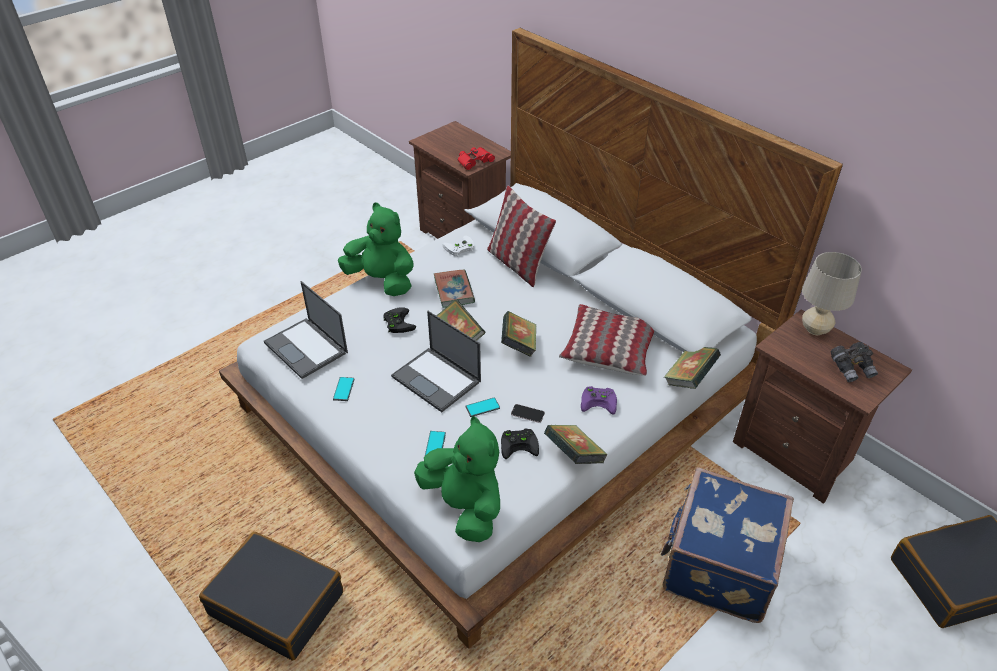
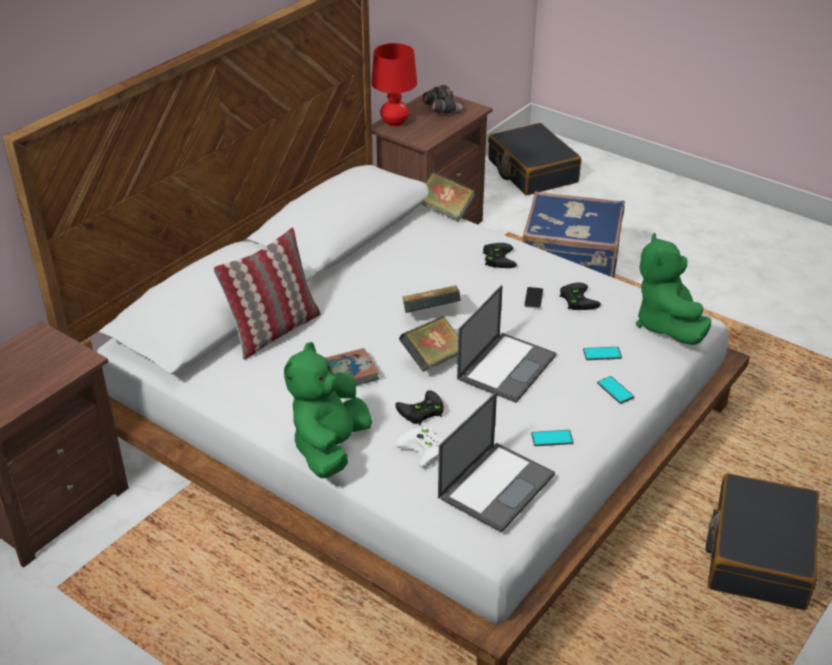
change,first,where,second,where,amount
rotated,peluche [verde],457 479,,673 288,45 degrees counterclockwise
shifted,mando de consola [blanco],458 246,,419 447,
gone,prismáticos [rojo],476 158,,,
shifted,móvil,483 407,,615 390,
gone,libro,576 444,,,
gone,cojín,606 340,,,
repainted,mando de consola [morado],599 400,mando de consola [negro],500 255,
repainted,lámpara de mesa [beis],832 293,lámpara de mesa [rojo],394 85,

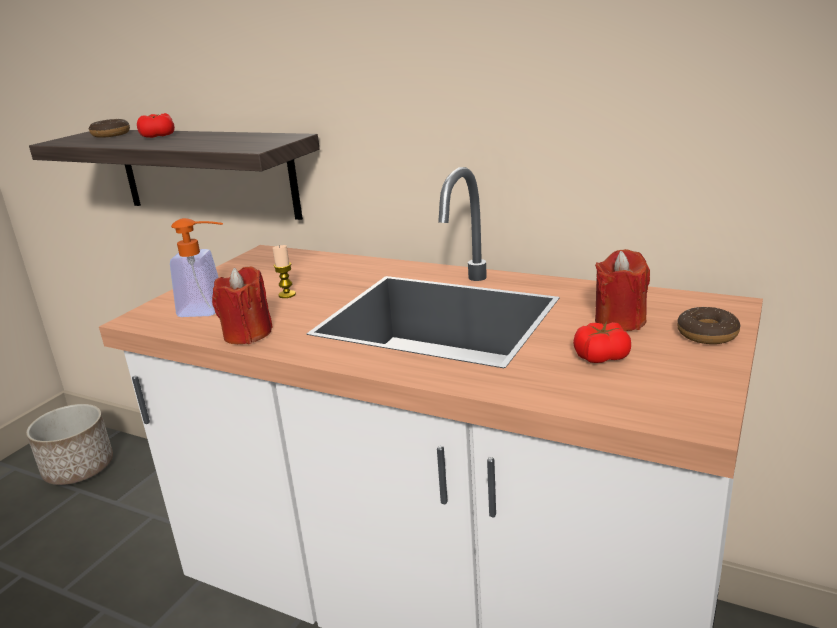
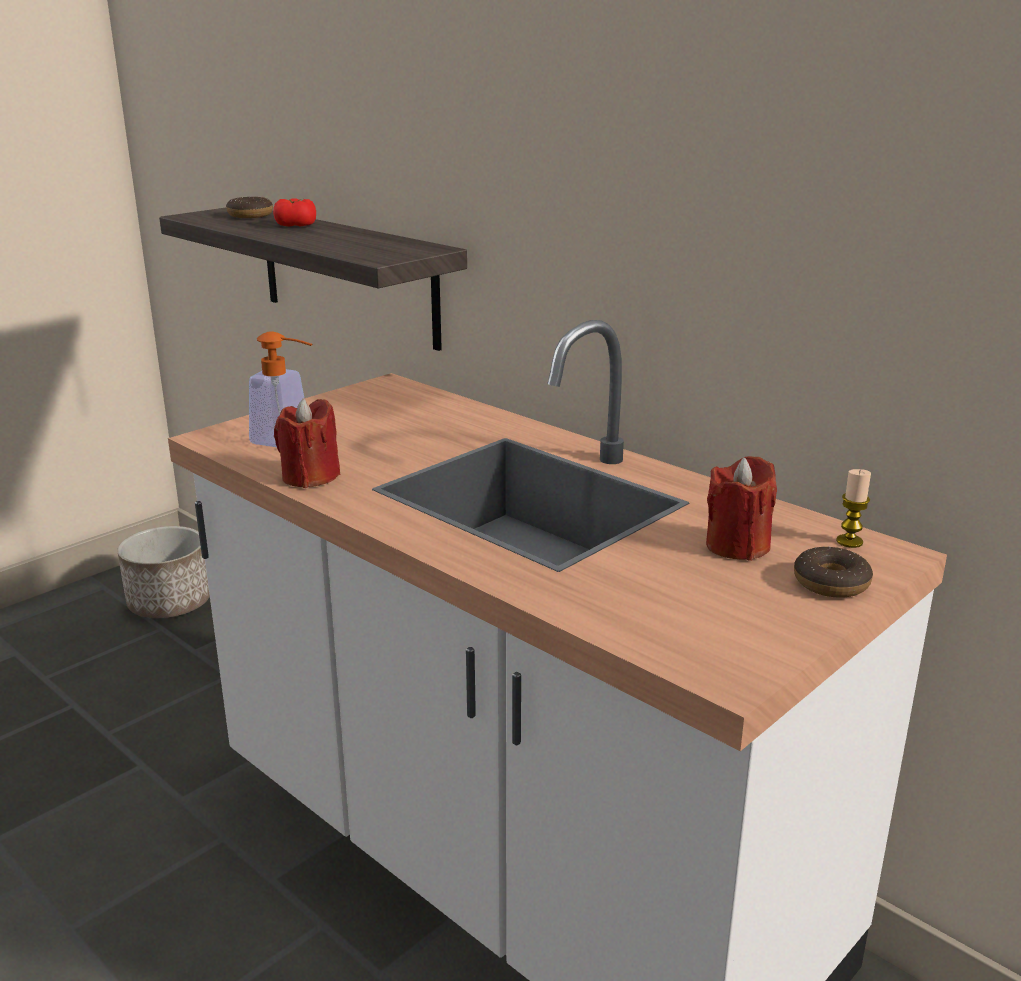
change,first,where,second,where,amount
shifted,vela,284 271,,853 508,
gone,tomate,602 342,,,

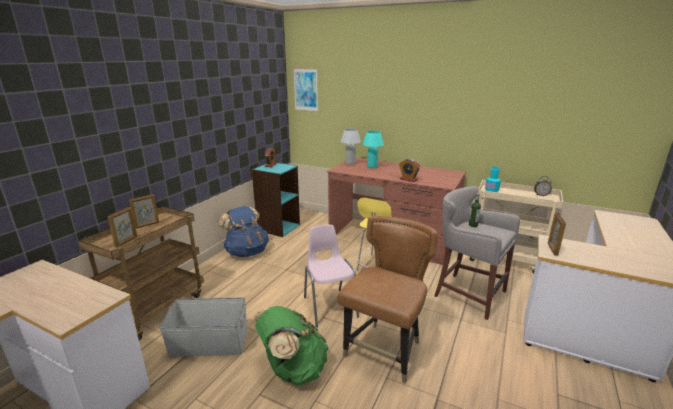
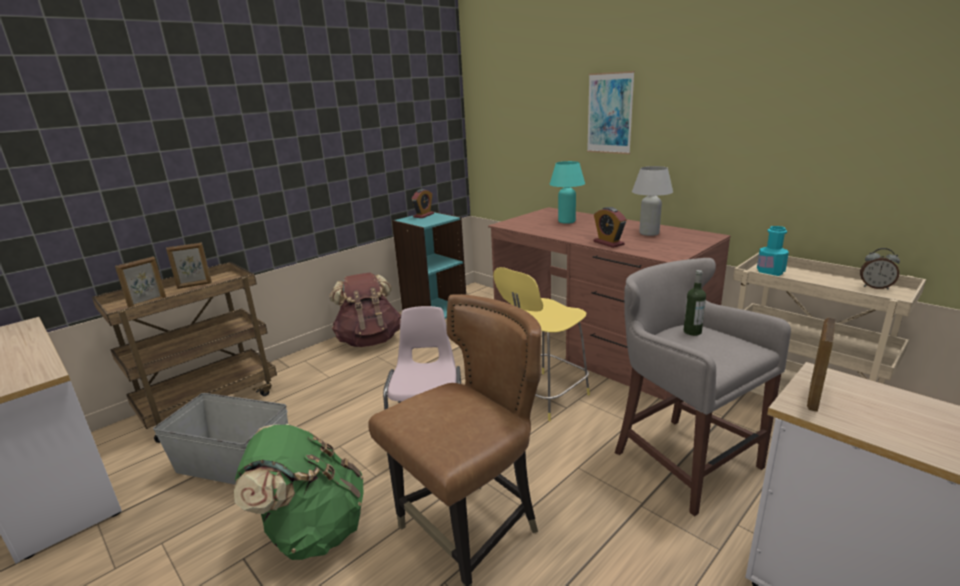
change,first,where,second,where,amount
repainted,mochila [azul],243 231,mochila [marrón],365 310,
shifted,cuadro,305 90,,611 112,
shifted,lámpara de mesa [blanco],350 146,,652 201,

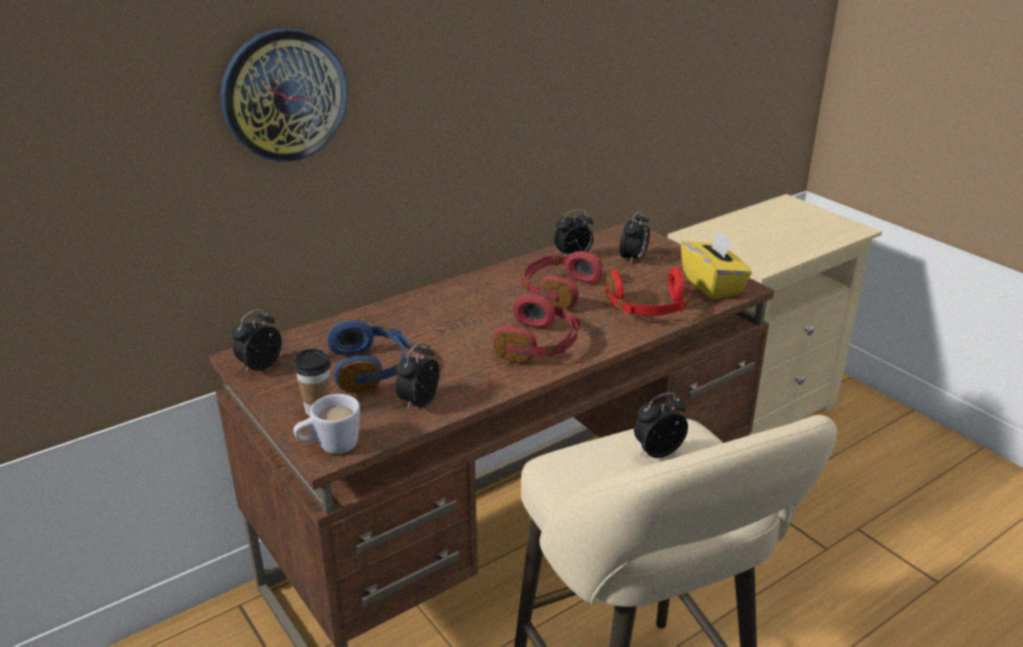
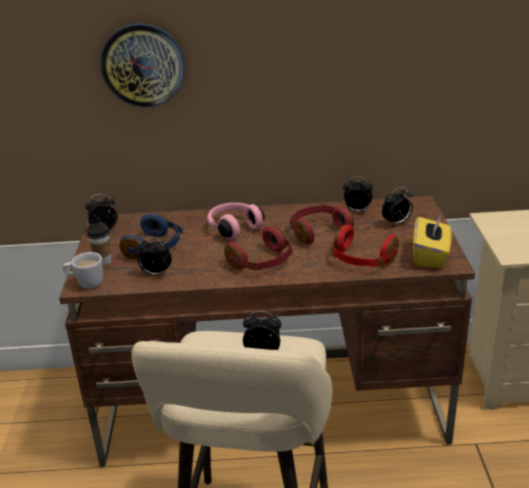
change,first,where,second,where,amount
rotated,despertador,417 376,,154 256,135 degrees counterclockwise
new,,,auriculares [rosa],236 221,

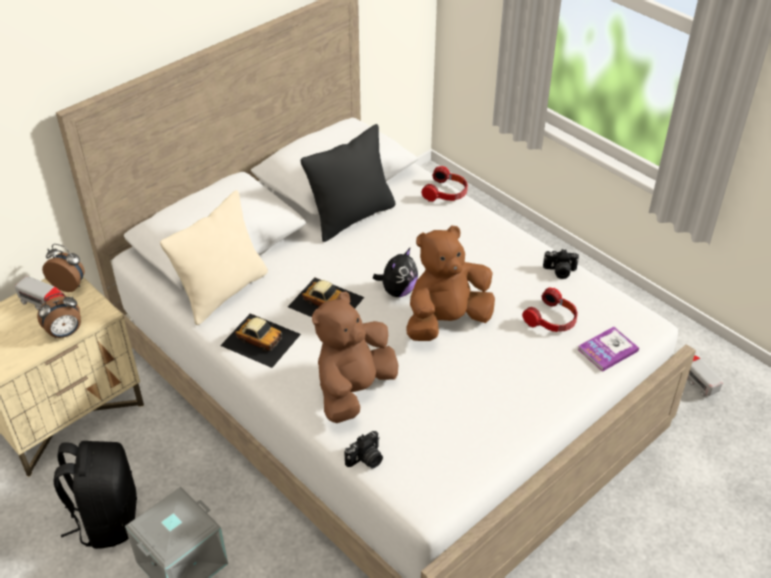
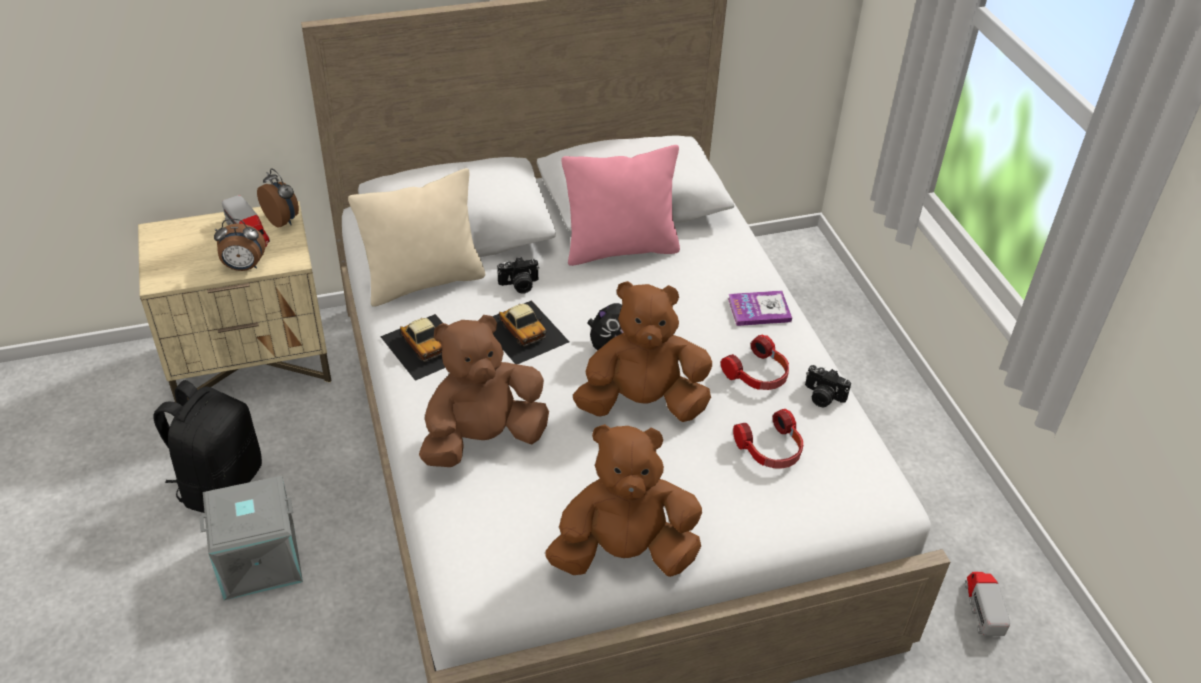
change,first,where,second,where,amount
repainted,cojín [negro],348 183,cojín [rosa],620 205,
shifted,cámara,363 449,,518 275,
shifted,auriculares,444 184,,755 362,
shifted,libro,608 349,,760 308,
new,,,peluche [marrón],623 500,

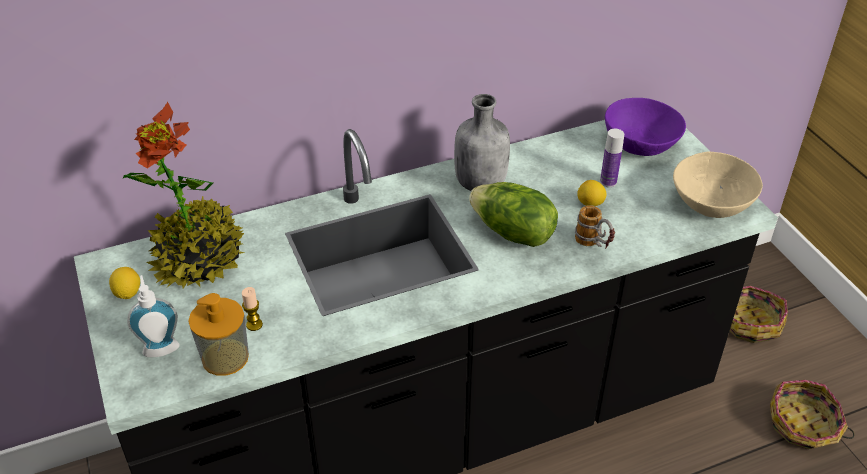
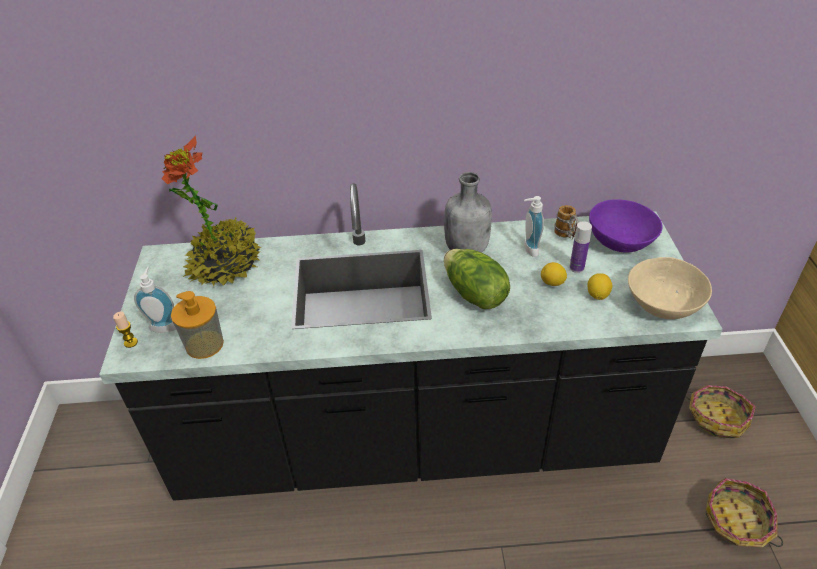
change,first,where,second,where,amount
shifted,limón,124 283,,599 286,
shifted,vela,252 309,,125 330,
shifted,taza grande,595 227,,566 222,
new,,,dispensador de jabón,534 226,

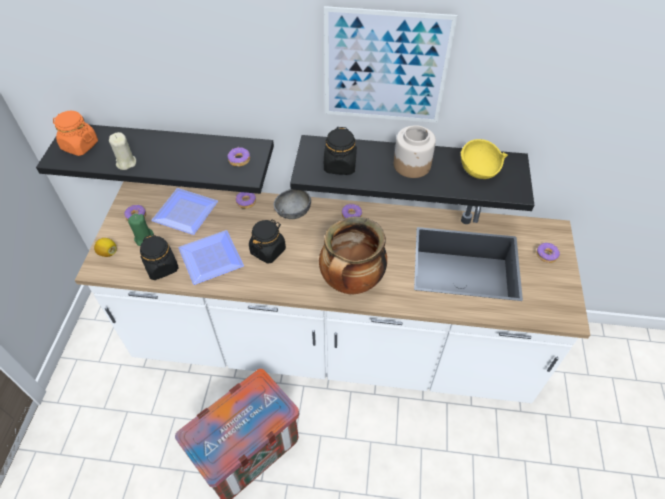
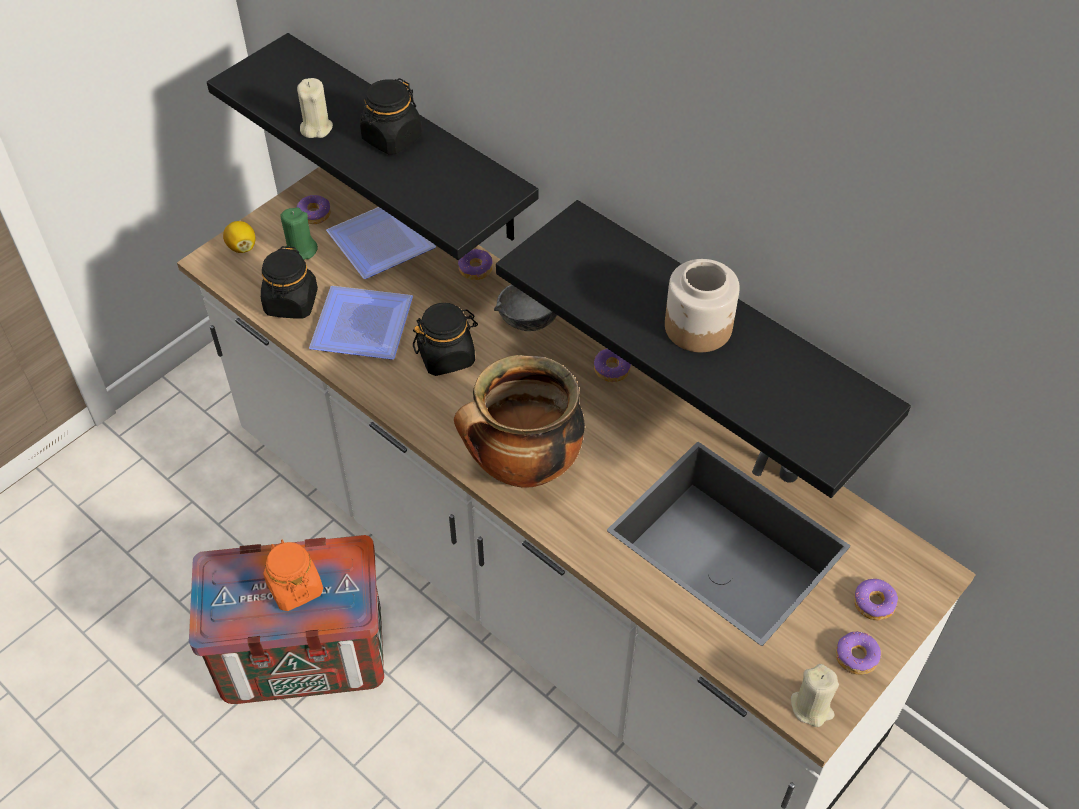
change,first,where,second,where,amount
shifted,tarro [naranja],75 133,,293 575,
shifted,rosquilla,238 157,,858 653,
gone,cuadro,391 64,,,
shifted,tarro [negro],340 151,,391 116,
gone,cuenco [amarillo],484 159,,,
new,,,vela [beis],815 695,

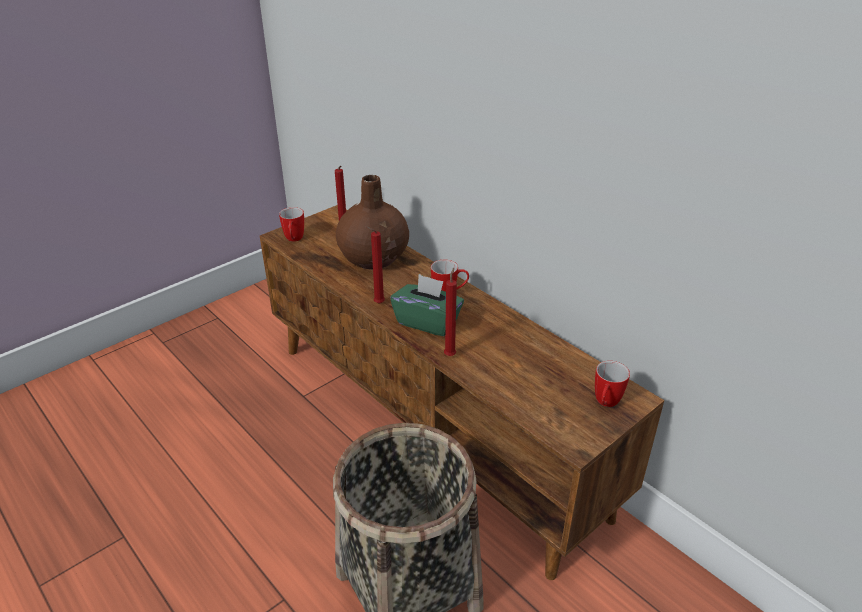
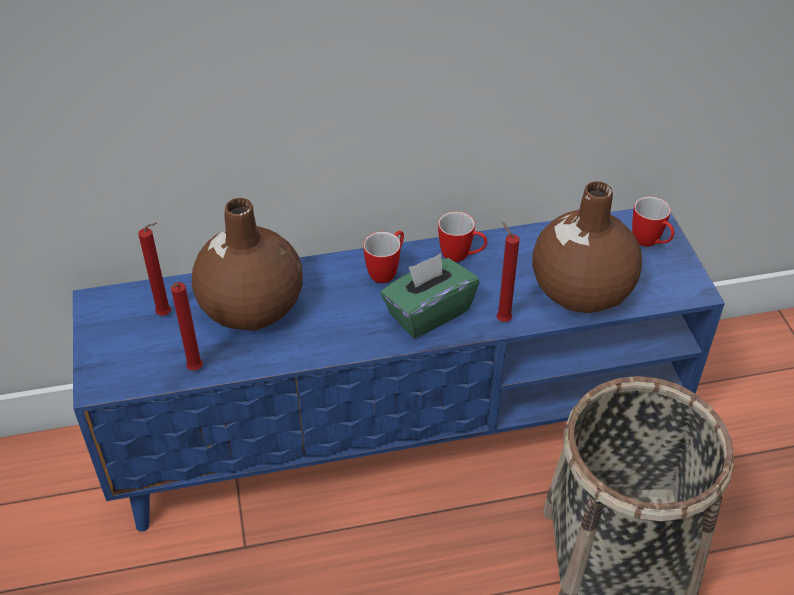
change,first,where,second,where,amount
repainted,mueble de televisión [marrón],462 392,mueble de televisión [azul],399 370,
shifted,taza grande,291 224,,462 236,
shifted,vela [rojo],375 265,,187 326,
new,,,florero [marrón],587 247,

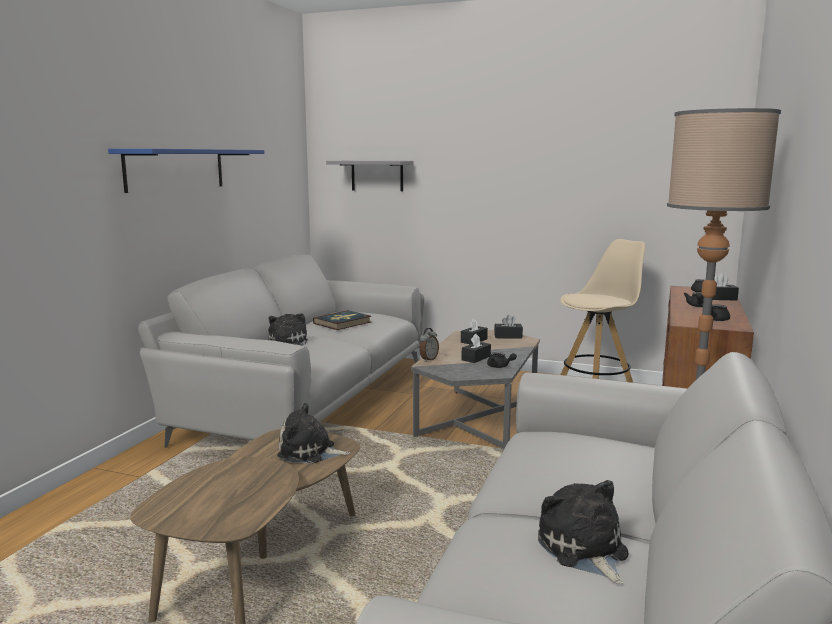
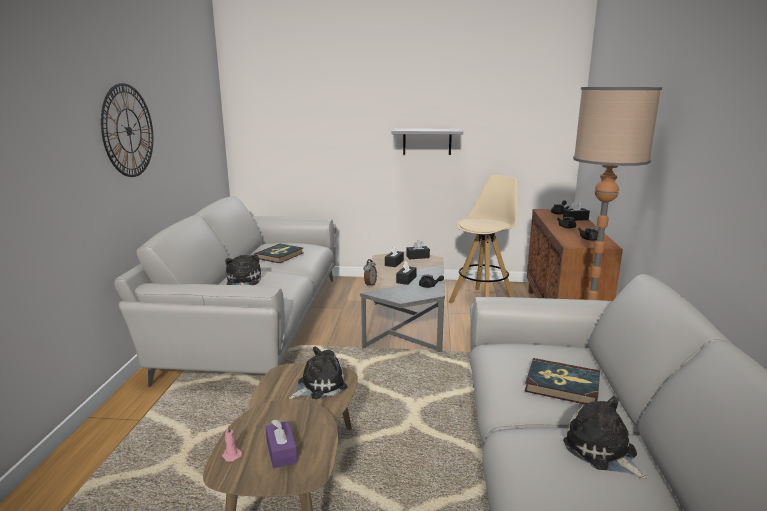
change,first,where,second,where,amount
swapped,estante [azul],186 171,reloj de pared,127 130,
rotated,peluche,313 433,,318 372,150 degrees clockwise
shifted,estante [gris],370 176,,427 141,
new,,,vela [rosa],232 443,
new,,,caja de pañuelos [morado],281 443,
new,,,libro,562 381,

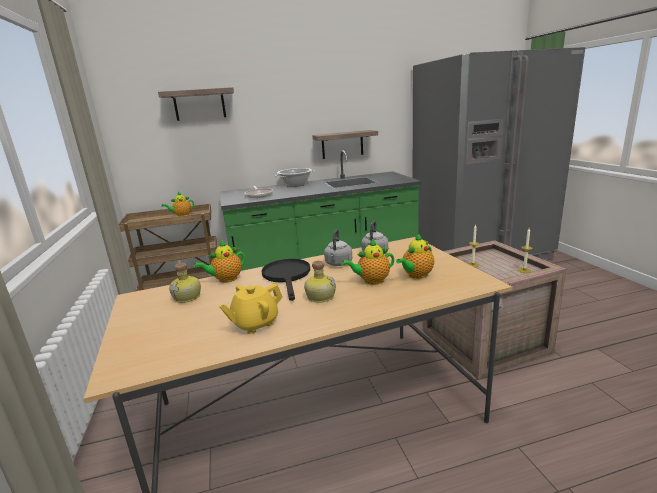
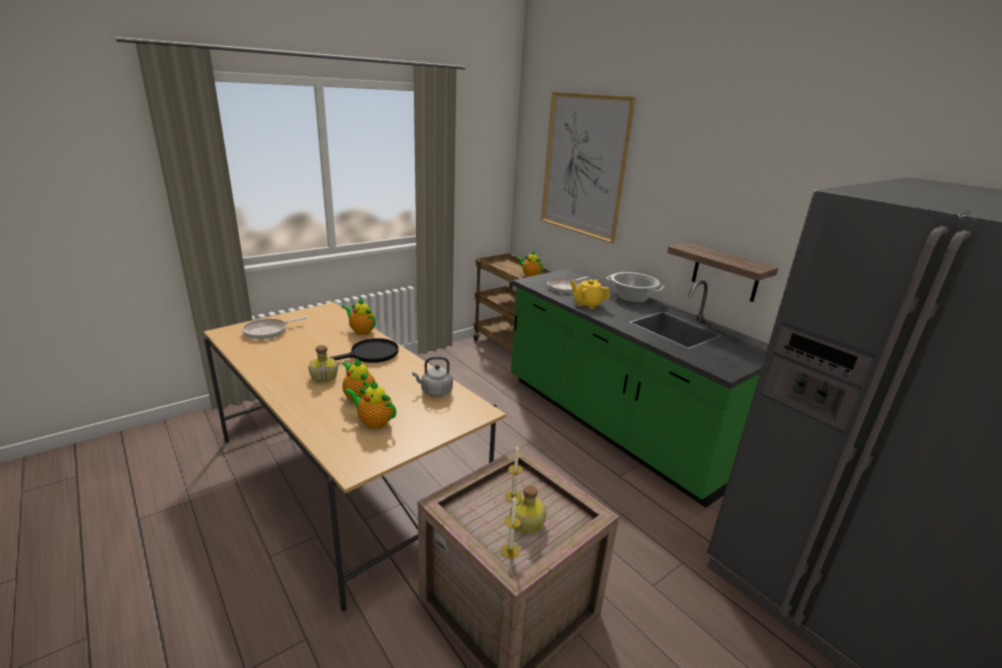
change,first,where,second,where,amount
swapped,estante,196 104,cuadro,588 167,
shifted,botella,185 283,,528 509,
shifted,tetera [amarillo],250 308,,590 294,
gone,hervidor [gris],338 247,,,
new,,,sartén,274 328,

